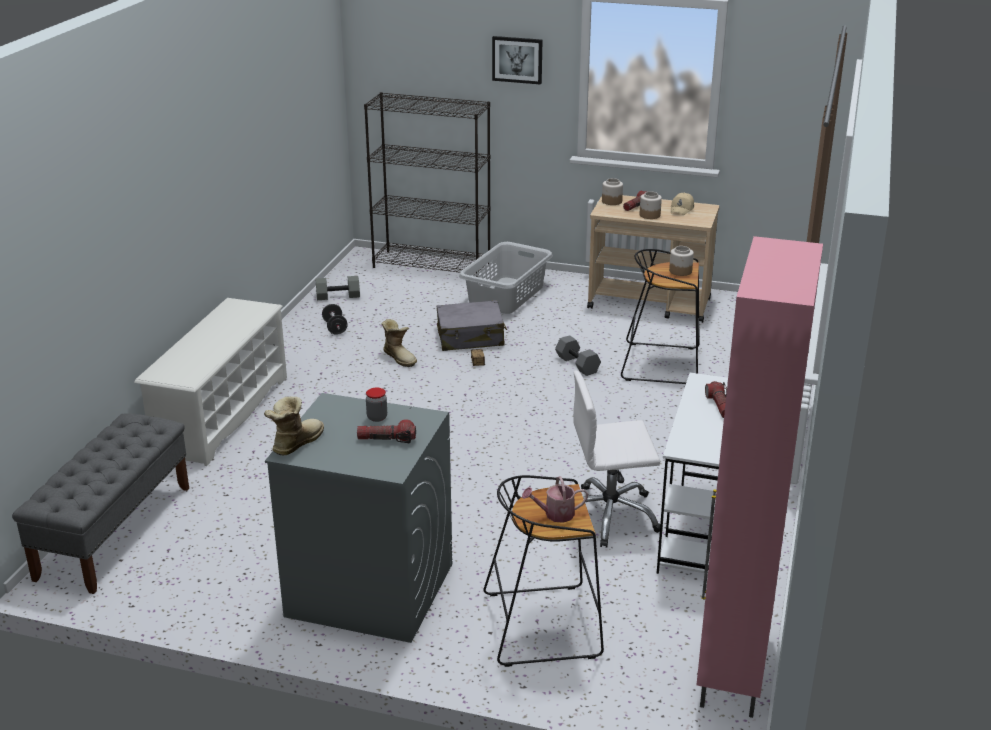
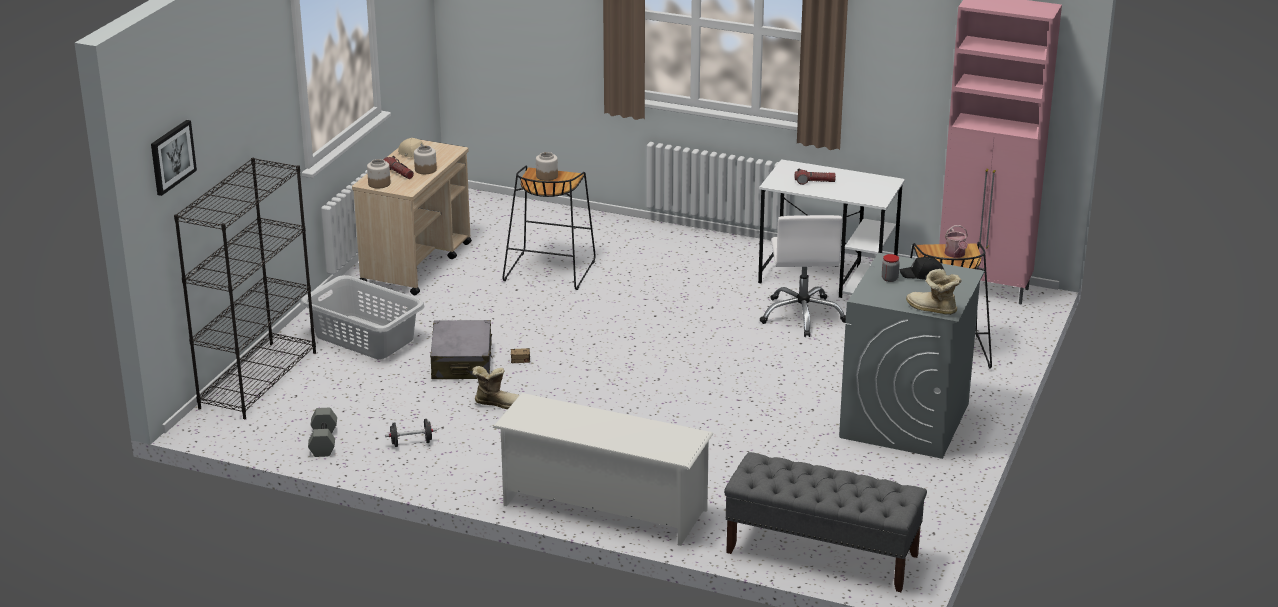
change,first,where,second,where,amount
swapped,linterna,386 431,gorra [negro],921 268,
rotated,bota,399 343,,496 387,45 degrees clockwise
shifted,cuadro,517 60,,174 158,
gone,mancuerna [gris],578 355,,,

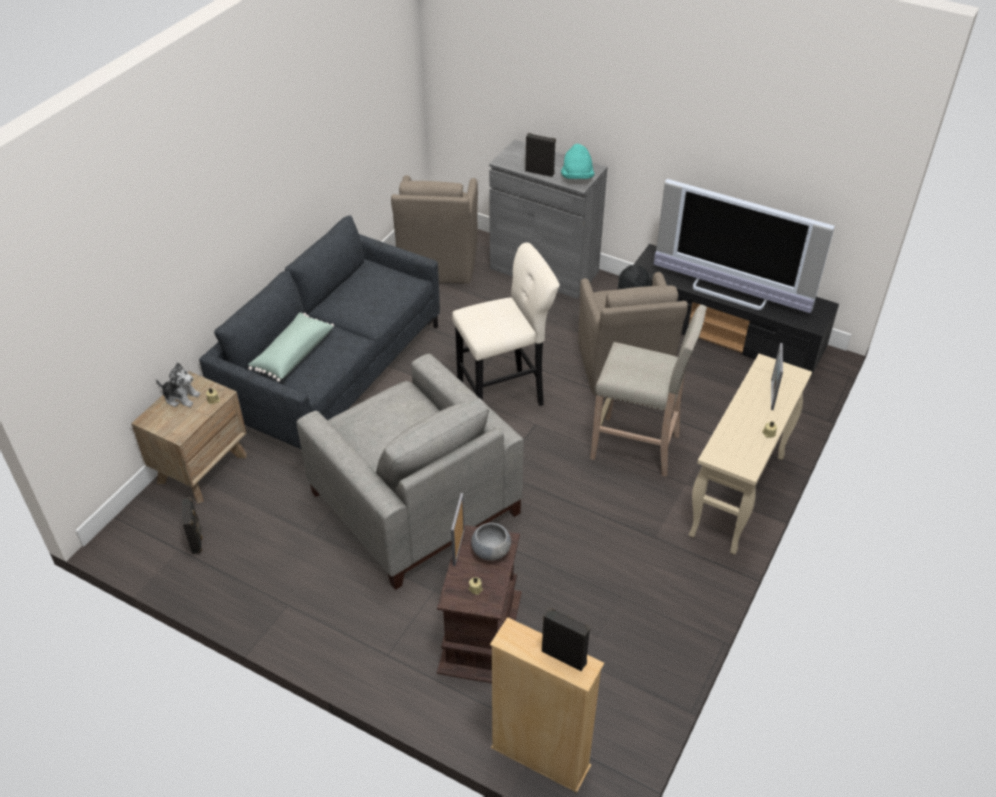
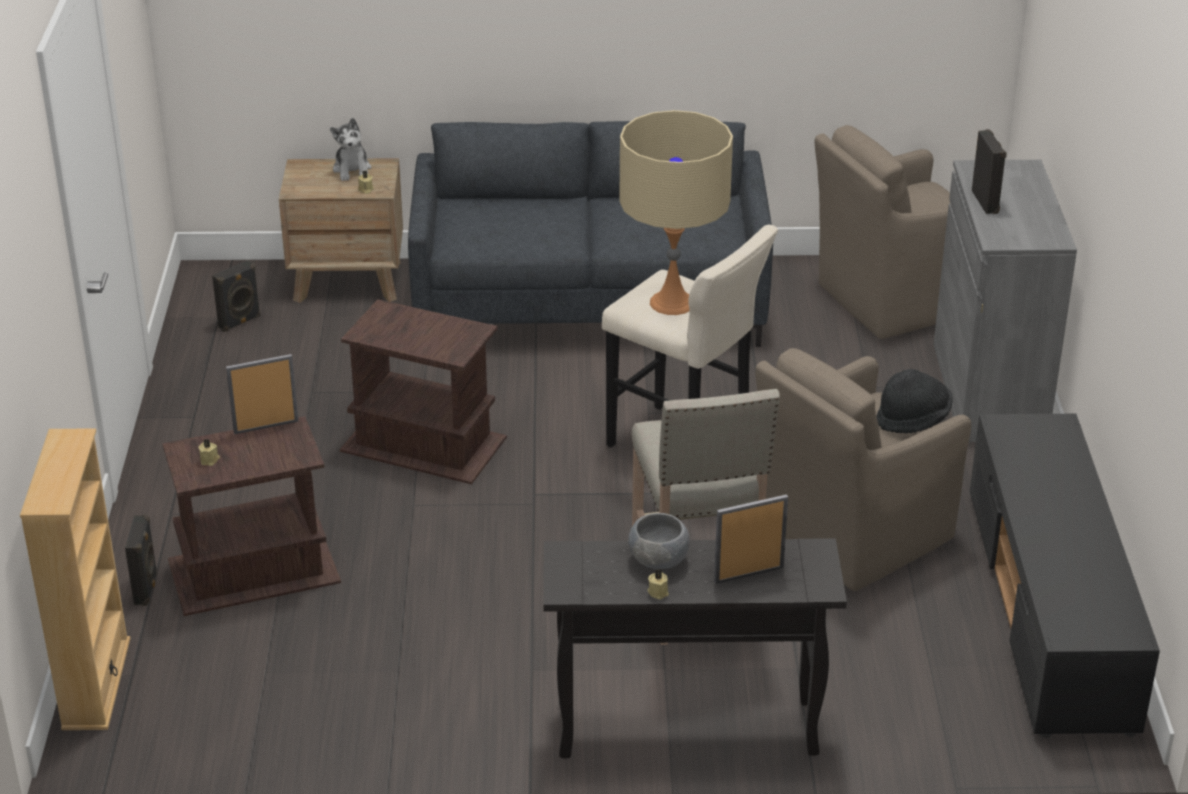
change,first,where,second,where,amount
gone,cojín [verde],291 347,,,
swapped,sillón [gris],410 472,mesa auxiliar [marrón],423 391,
shifted,cuenco [gris],491 542,,659 541,
shifted,altavoz [negro],566 639,,141 560,
gone,sombrero [turquesa],577 161,,,
gone,televisor,744 246,,,
repainted,mesa consola [beis],750 454,mesa consola [negro],695 648,
new,,,lámpara de mesa [beis],676 212,

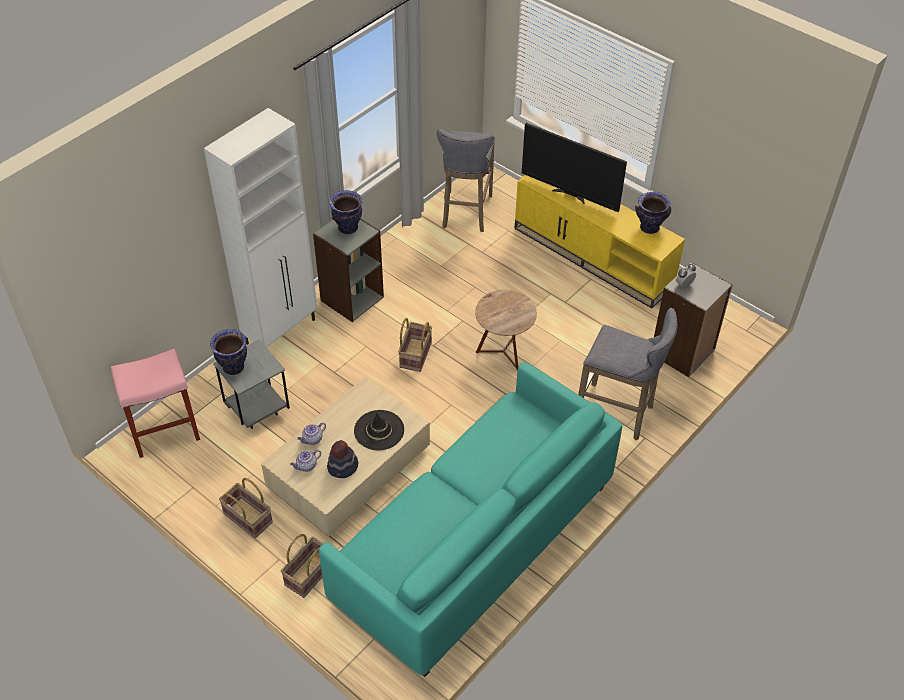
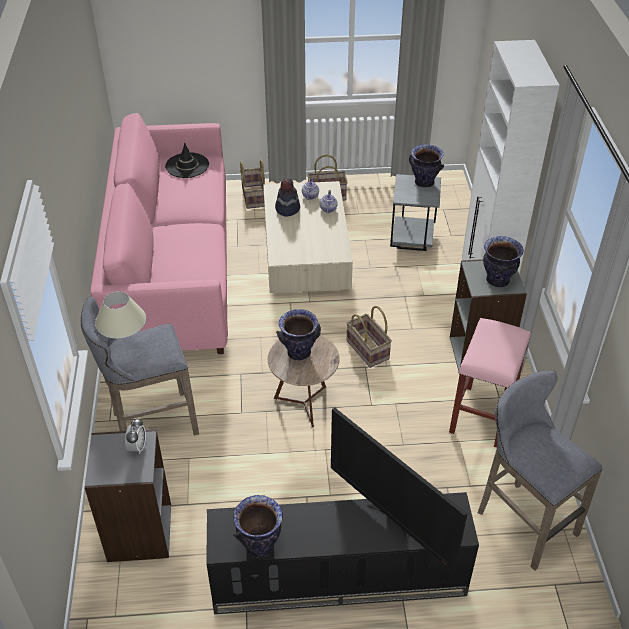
change,first,where,second,where,amount
shifted,taburete [rosa],155 403,,490 383,
repainted,sofá [turquesa],470 519,sofá [rosa],159 233,
shifted,sombrero [negro],379 430,,187 160,
repainted,mueble de televisión [amarillo],599 242,mueble de televisión [negro],342 553,
rotated,televisor,574 167,,399 489,120 degrees counterclockwise
new,,,lámpara de mesa [beis],120 322,
new,,,florero,298 335,

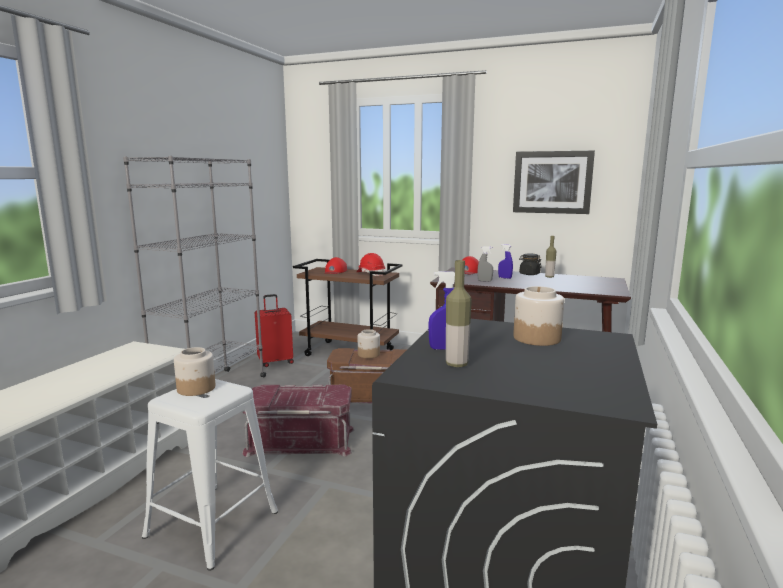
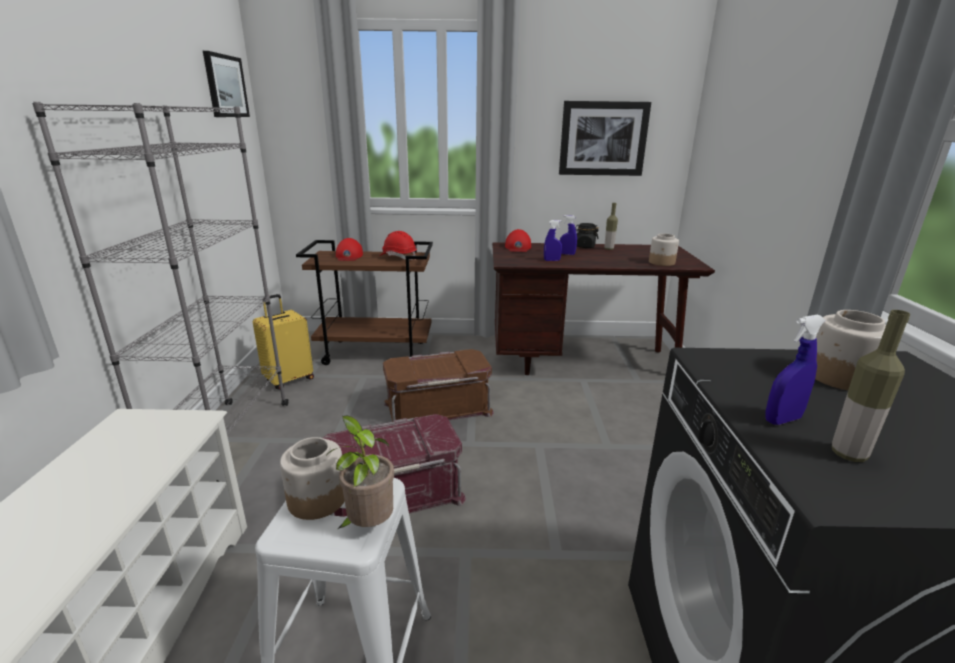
change,first,where,second,where,amount
repainted,maleta [rojo],274 330,maleta [amarillo],283 342,
shifted,tarro,369 343,,664 249,
repainted,pulverizador [gris],485 264,pulverizador [azul],553 240,
new,,,cuadro,226 84,
new,,,planta en maceta,357 472,

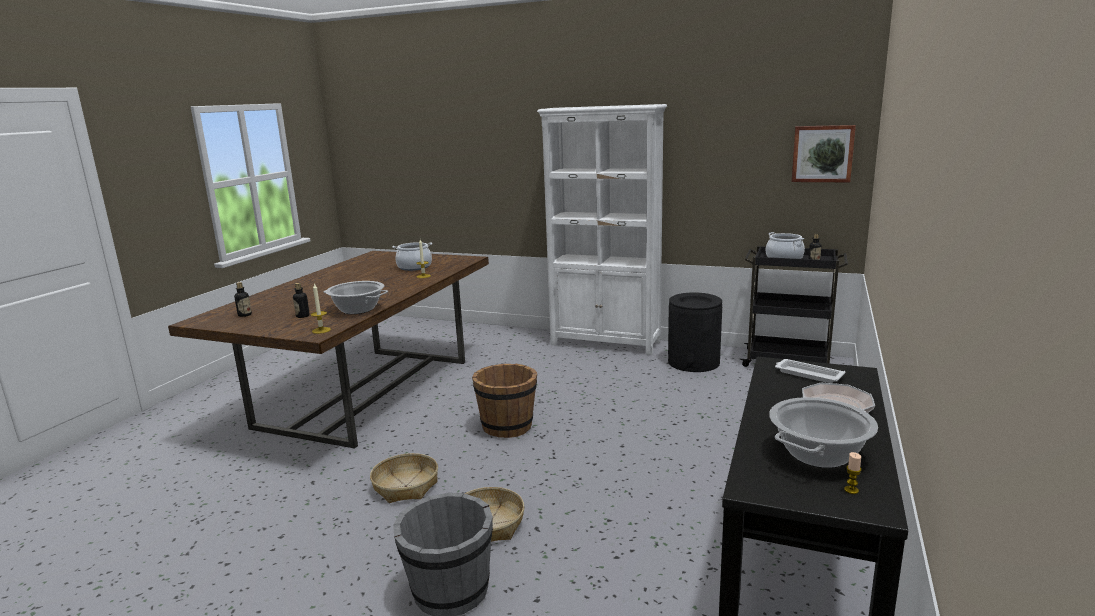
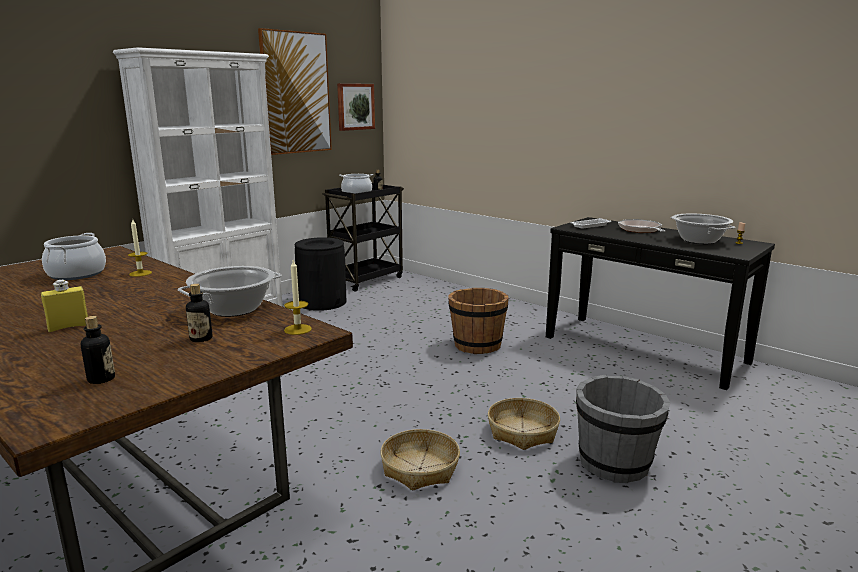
change,first,where,second,where,amount
shifted,cubo [marrón],504 401,,478 321,
new,,,botella [amarillo],64 306,
new,,,cuadro,295 91,

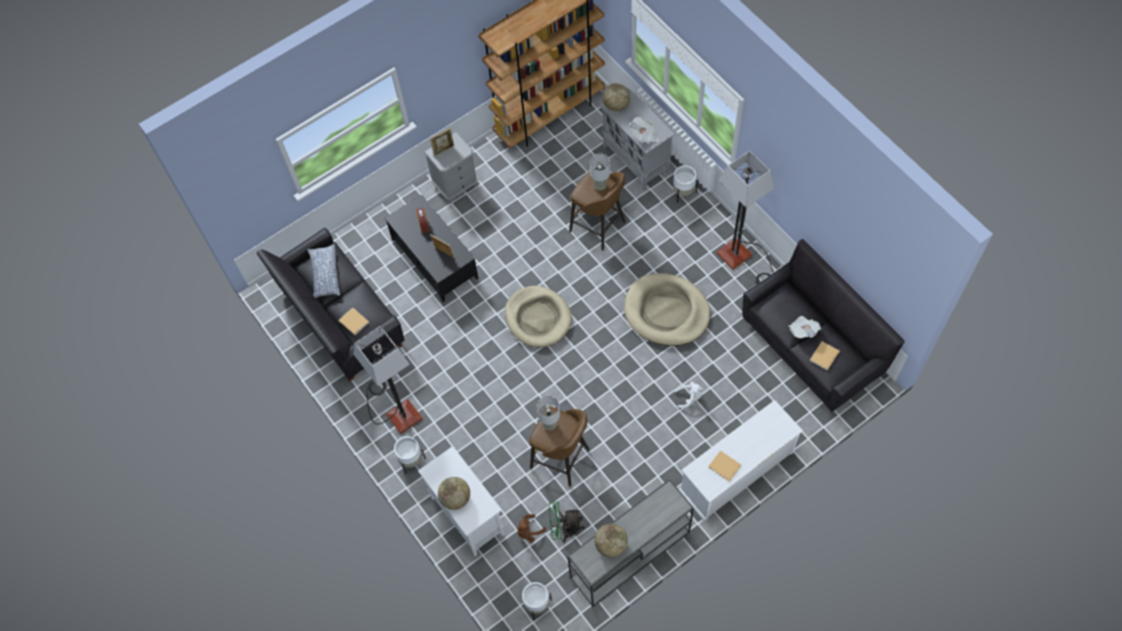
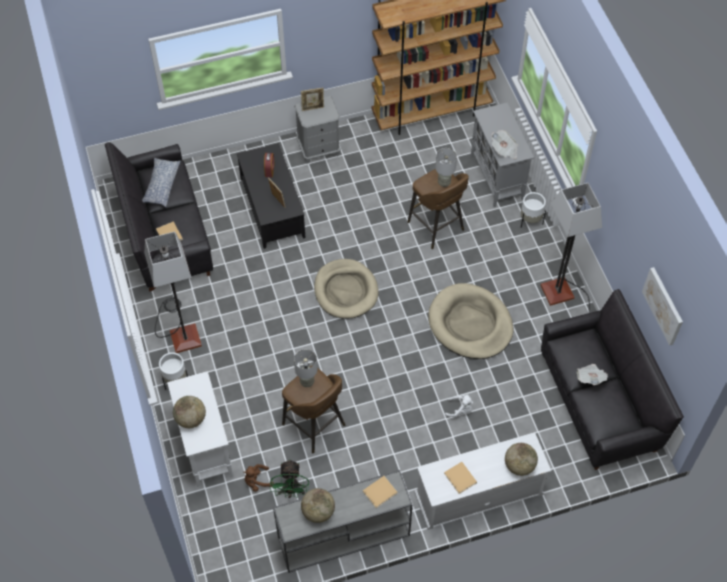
change,first,where,second,where,amount
gone,maceta [blanco],537 601,,,
rotated,ventilador [verde],567 522,,289 478,105 degrees counterclockwise
shifted,globo terráqueo,616 97,,521 459,
shifted,libro [beis],824 356,,380 492,
new,,,cuadro,662 306,

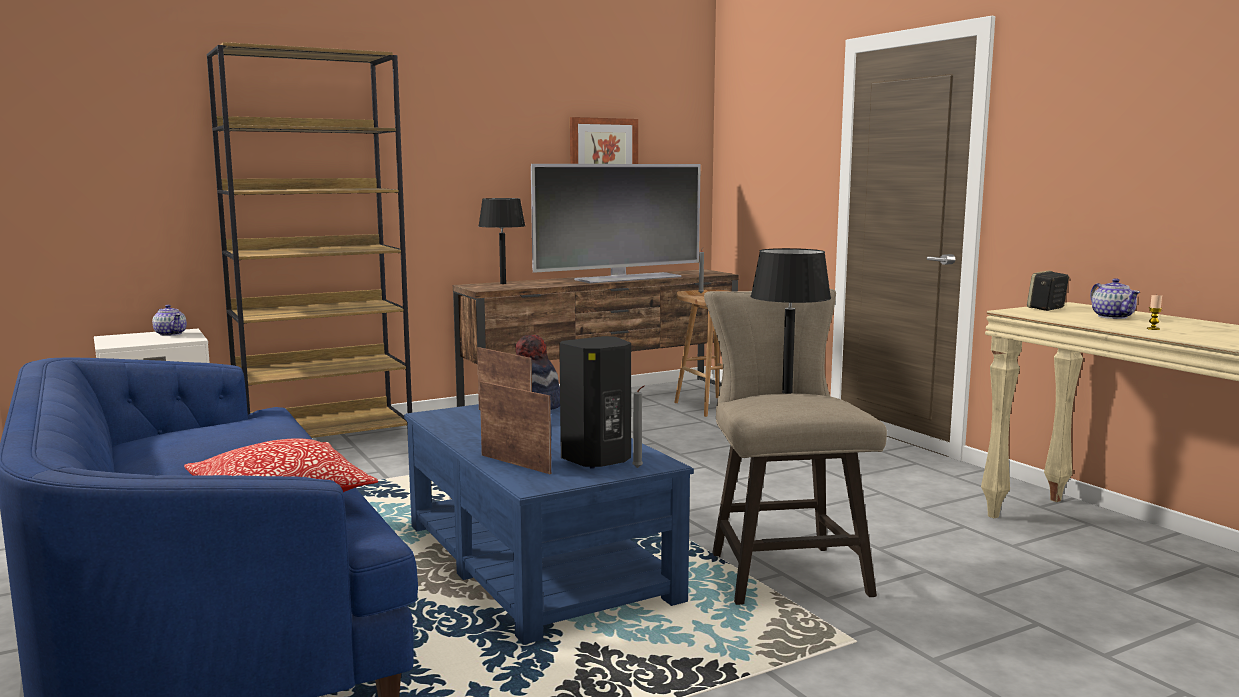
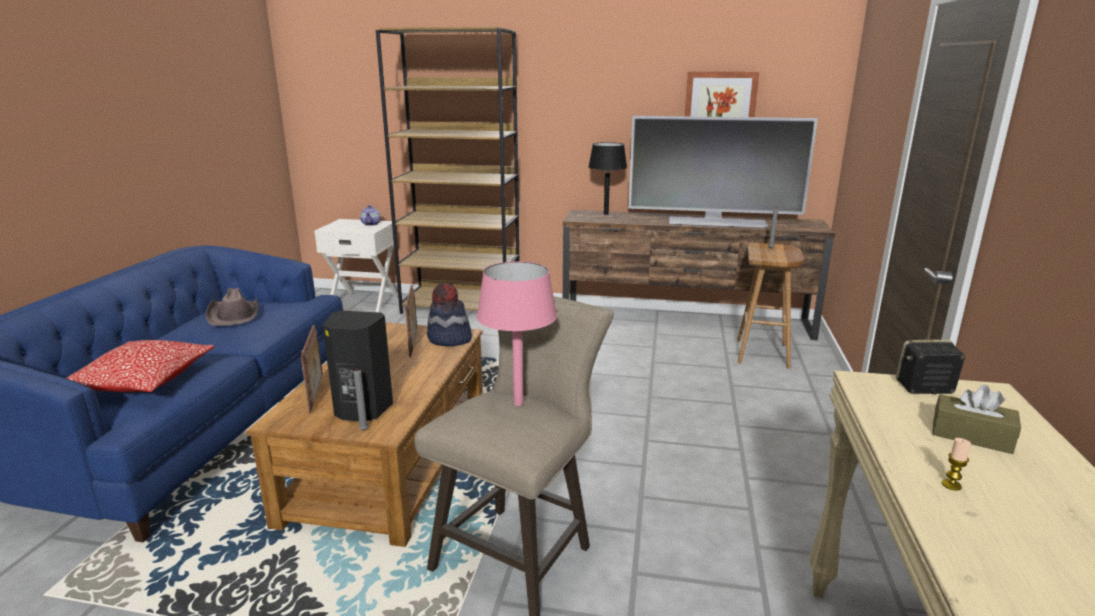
change,first,where,second,where,amount
repainted,mesa de centro [azul],549 524,mesa de centro [marrón],364 434,
repainted,lámpara de mesa [negro],791 321,lámpara de mesa [rosa],516 333,
swapped,tetera,1115 298,caja de pañuelos [marrón],976 419,
new,,,sombrero [marrón],232 307,

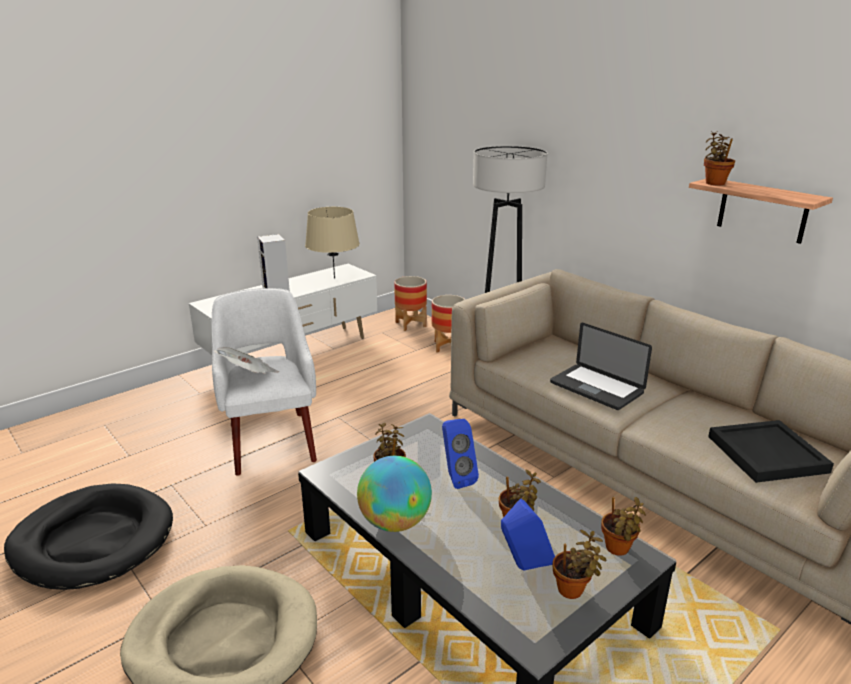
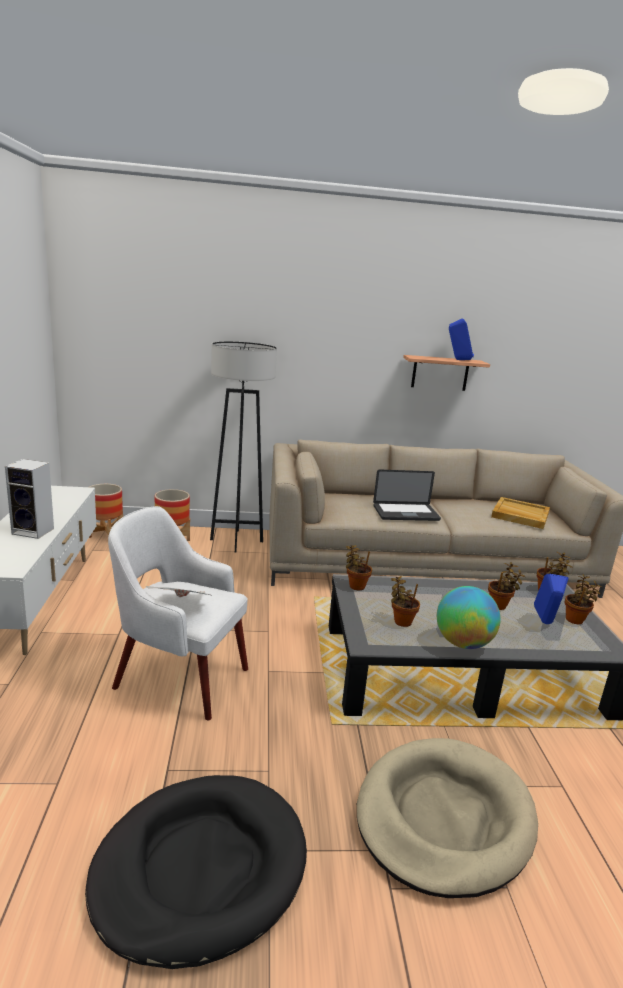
change,first,where,second,where,amount
gone,lámpara de mesa [beis],332 242,,,
shifted,altavoz [azul],460 454,,461 339,
shifted,planta en maceta,719 158,,359 567,
repainted,bandeja [negro],771 451,bandeja [beis],520 513,

